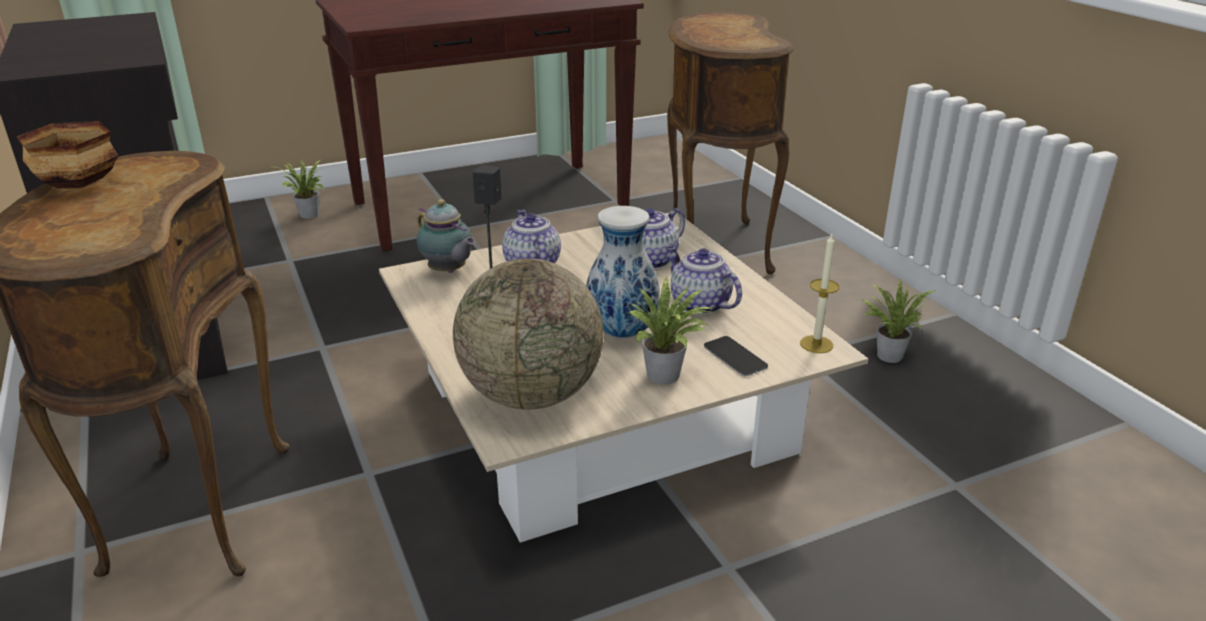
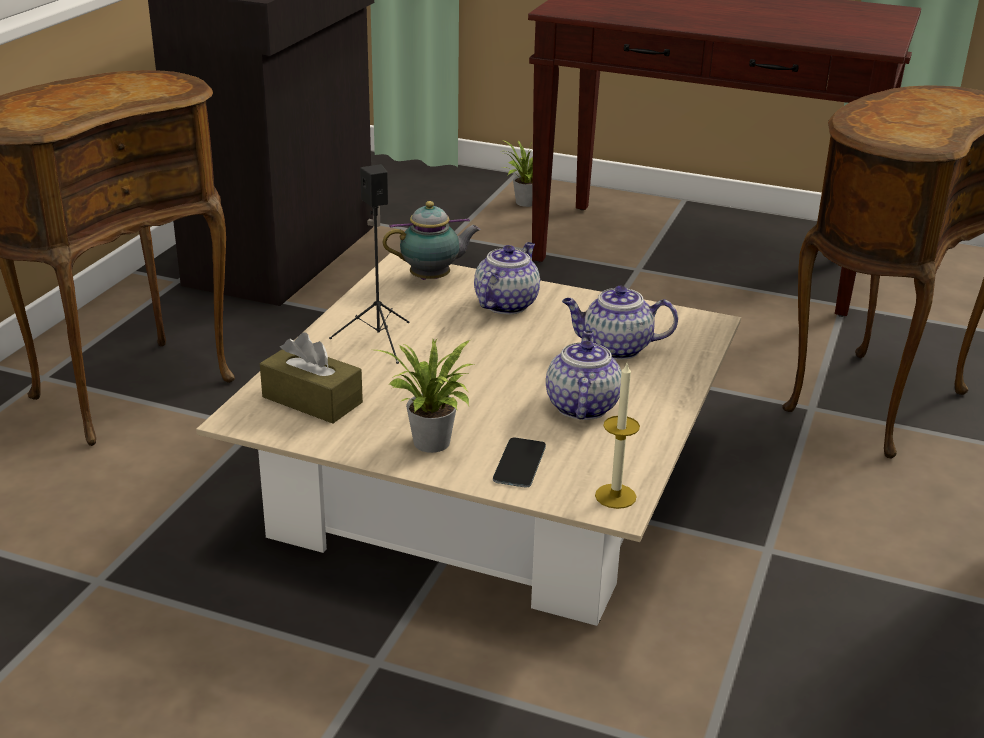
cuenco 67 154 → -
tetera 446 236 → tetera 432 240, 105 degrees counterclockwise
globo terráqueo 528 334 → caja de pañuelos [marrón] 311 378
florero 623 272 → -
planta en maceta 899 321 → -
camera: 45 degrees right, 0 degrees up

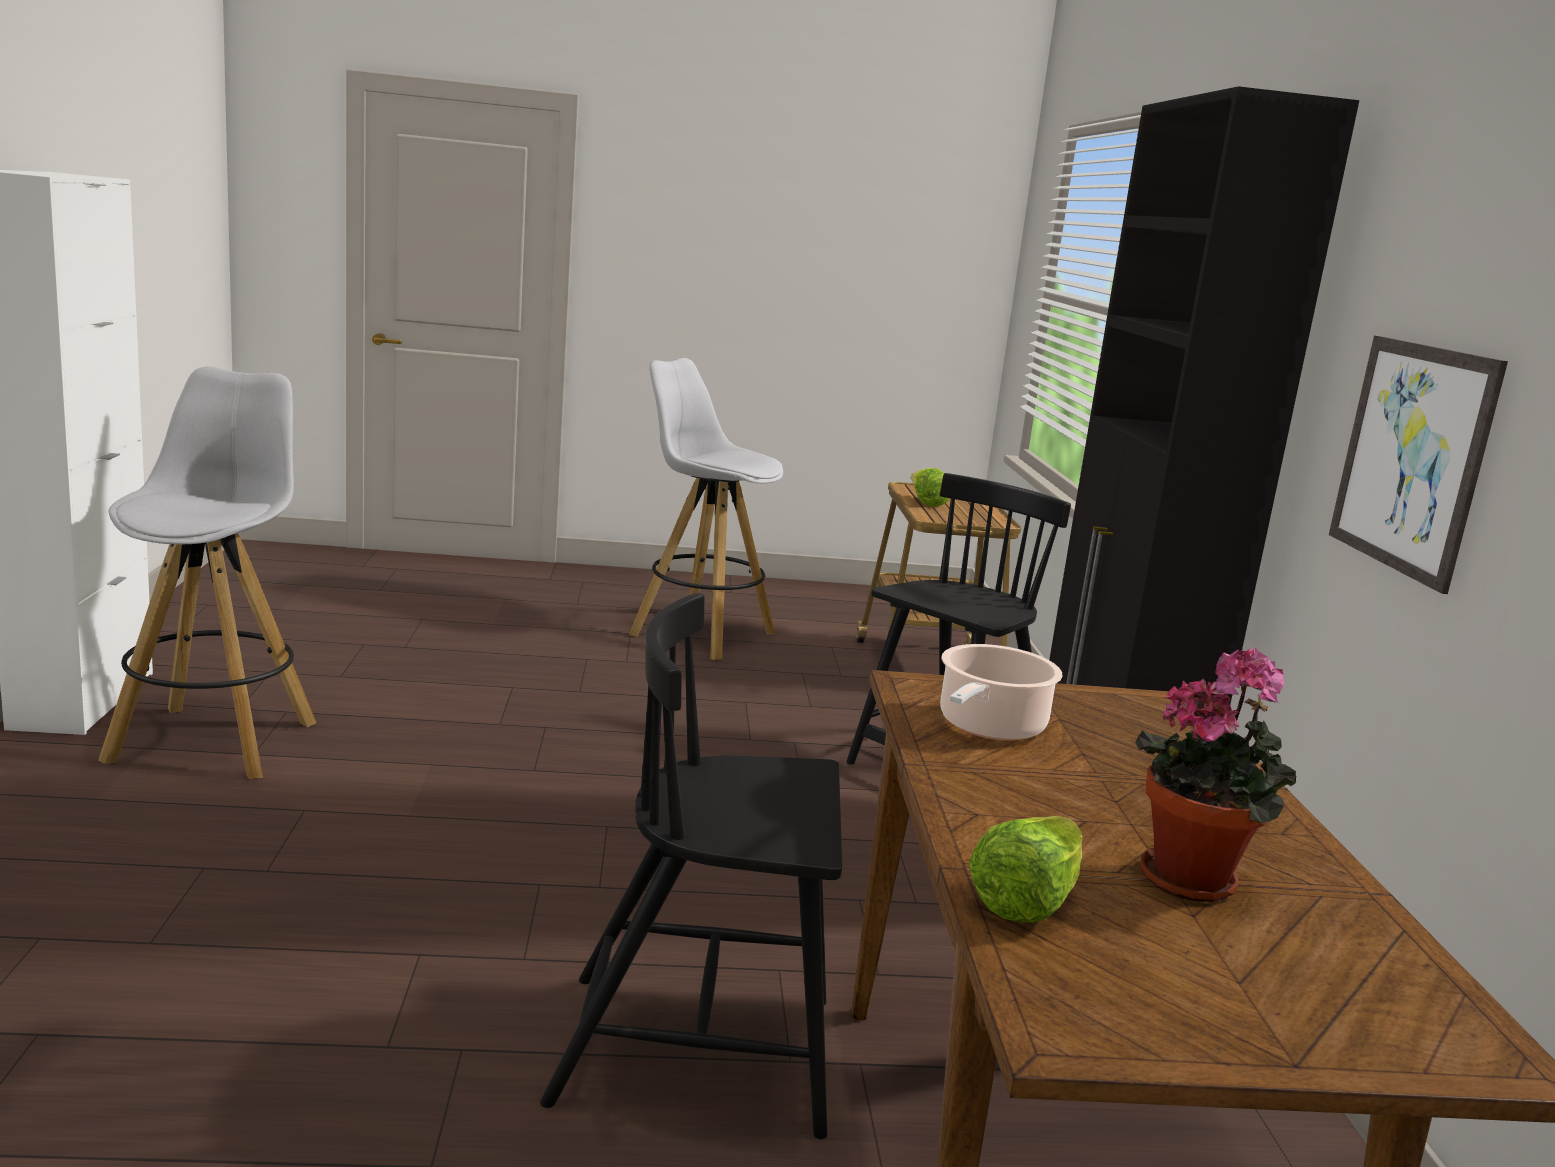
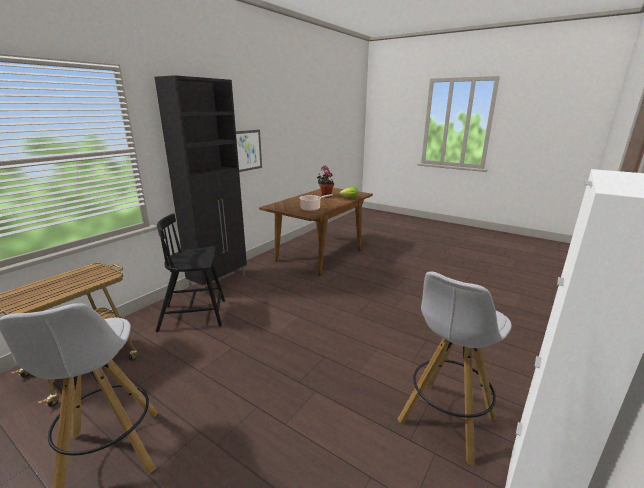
silla [negro] 691 866 → -
lechuga 930 487 → -
camera: 140 degrees left, 5 degrees up

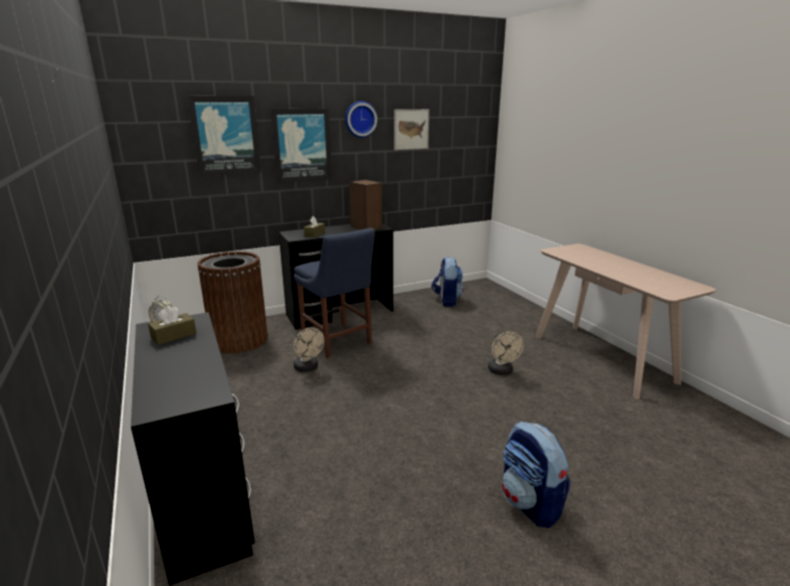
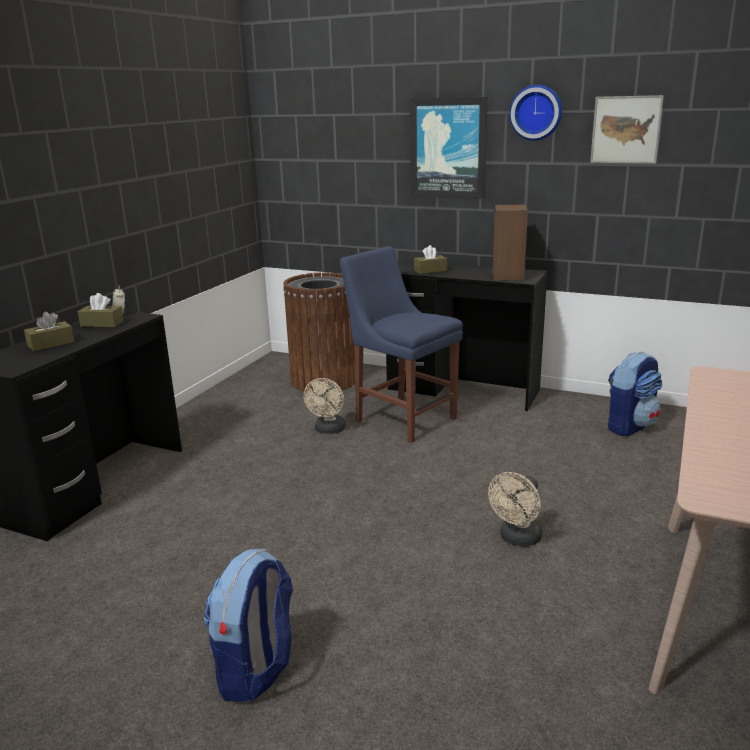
cuadro 224 136 → -
silla [azul] 334 293 → silla [azul] 401 344, 120 degrees clockwise
- → caja de pañuelos [marrón] 49 331
camera: 50 degrees right, 0 degrees up

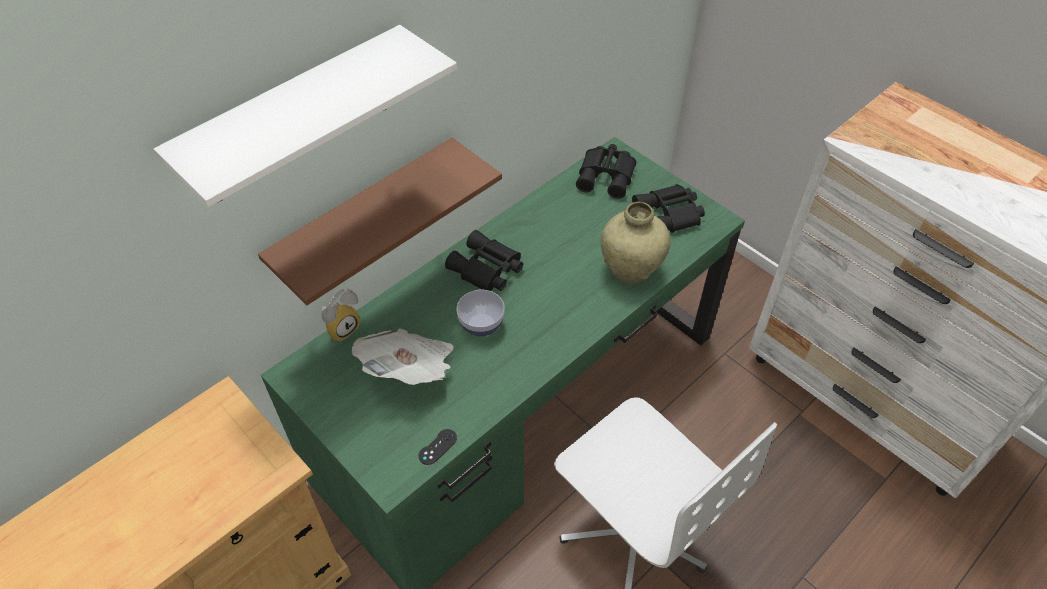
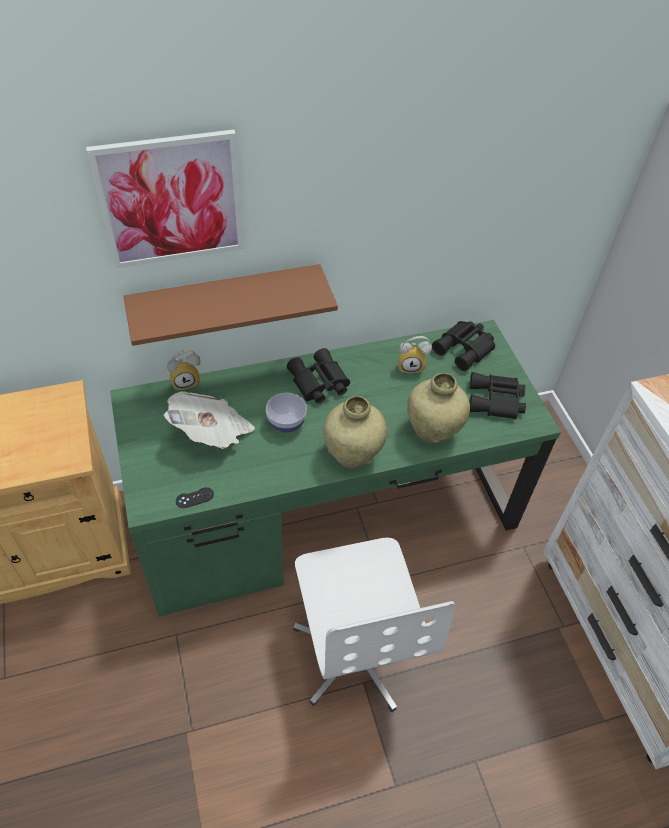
estante [blanco] 305 116 → cuadro 165 199
- → florero [beis] 355 432
- → despertador 415 355
camera: 25 degrees right, 0 degrees up

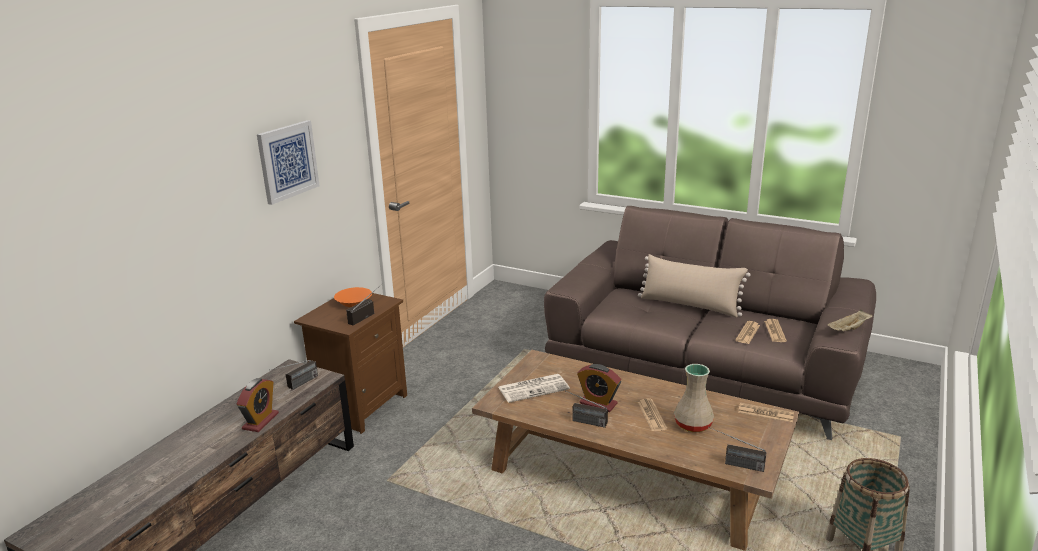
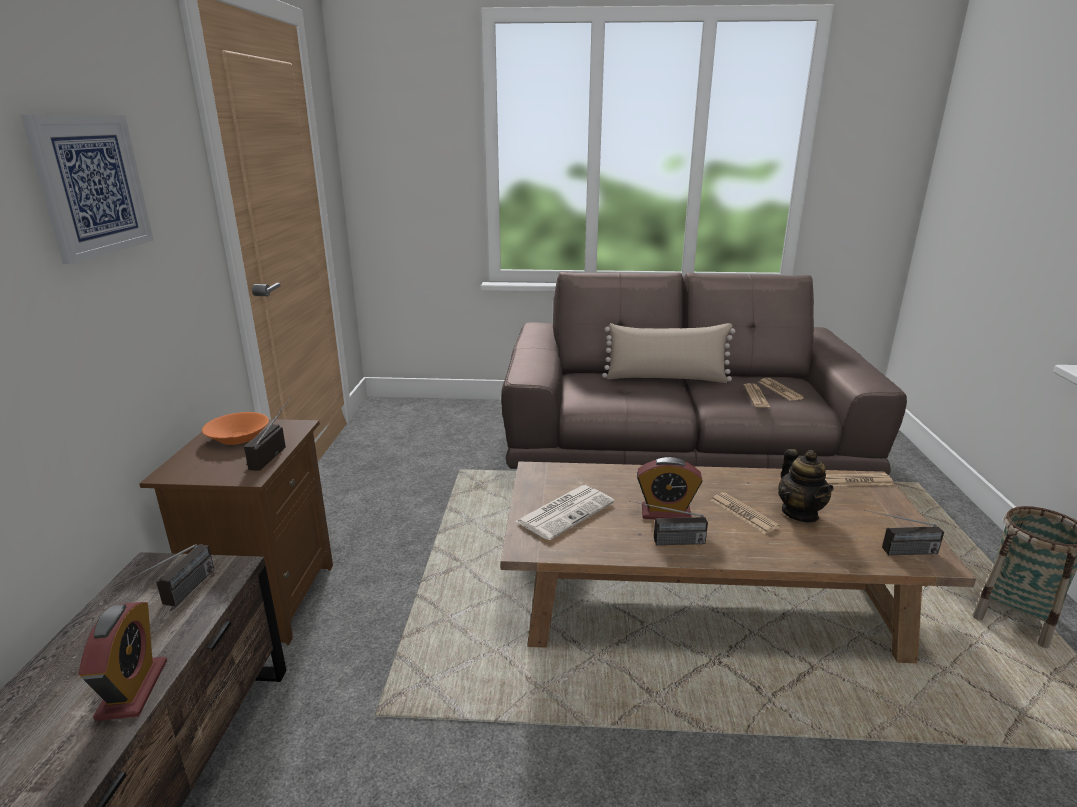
florero [beis] 694 398 → tetera 806 485
bandeja [beis] 849 320 → -
camera: 25 degrees left, 0 degrees up

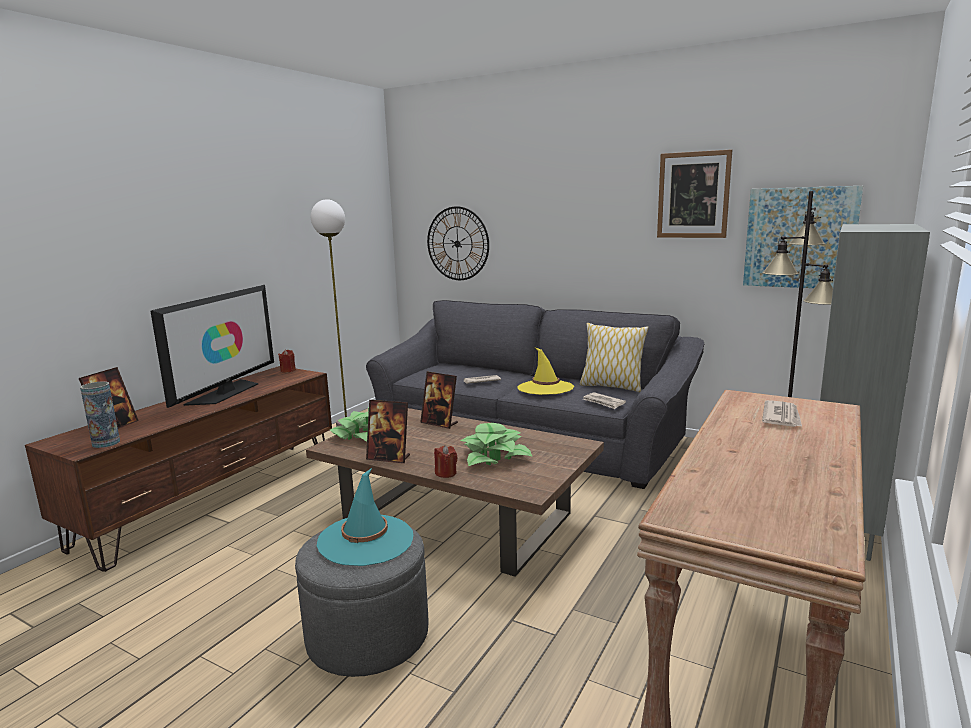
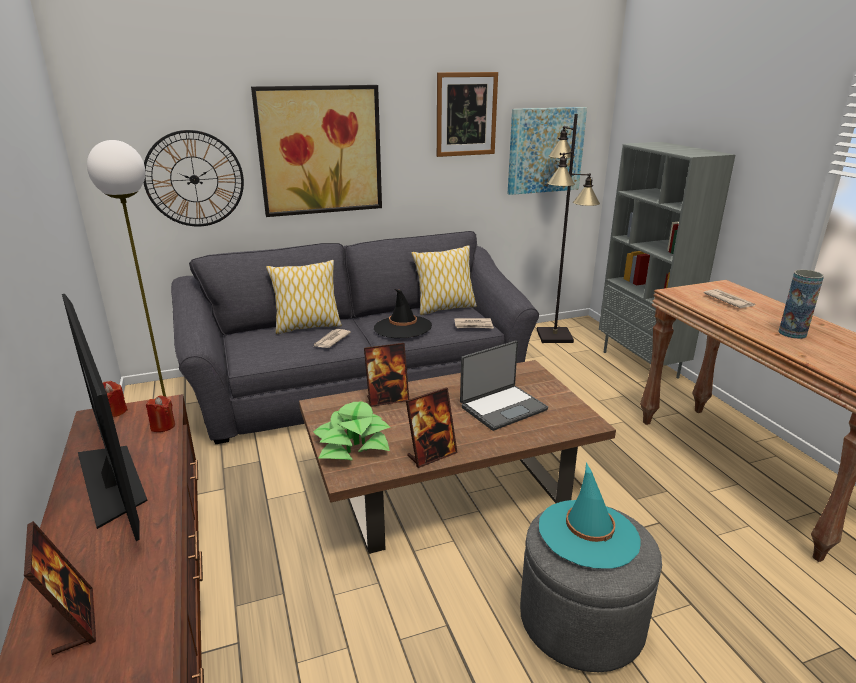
florero 100 414 → florero 801 304, relocated
vela [rojo] 446 461 → vela [rojo] 160 414, relocated
planta en maceta 497 444 → portátil 504 386
sombrero [amarillo] 545 371 → sombrero [negro] 403 313
- → cuadro 316 151
- → cojín 304 297
camera: 50 degrees left, 10 degrees up

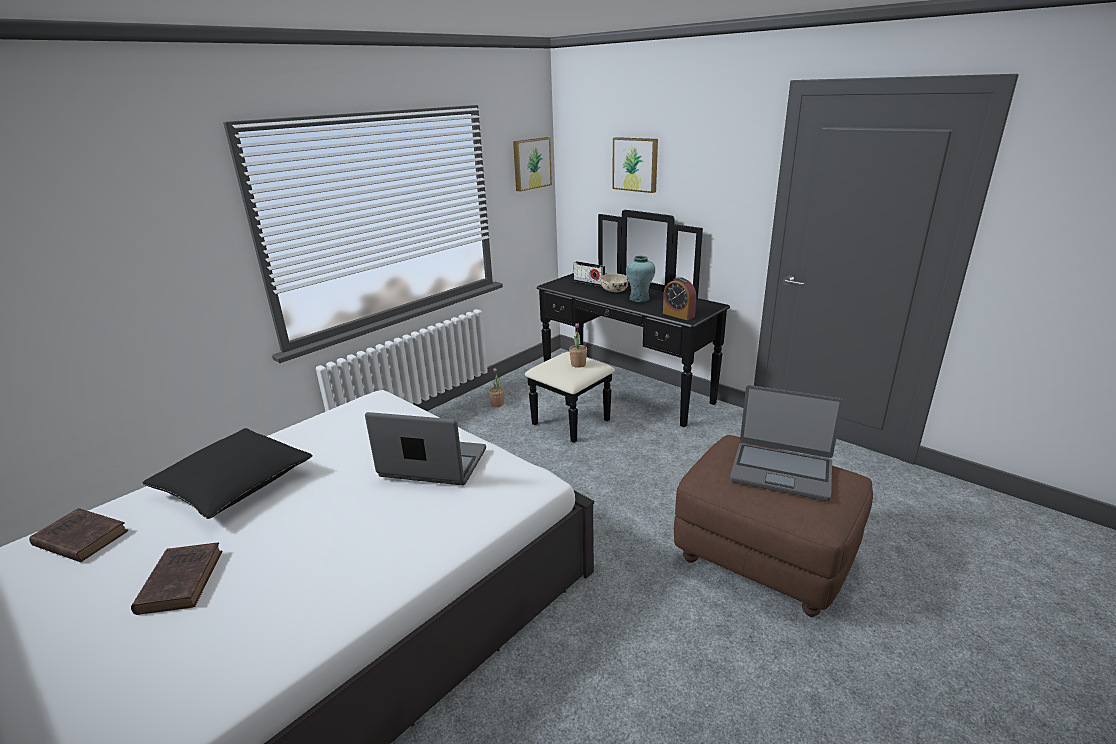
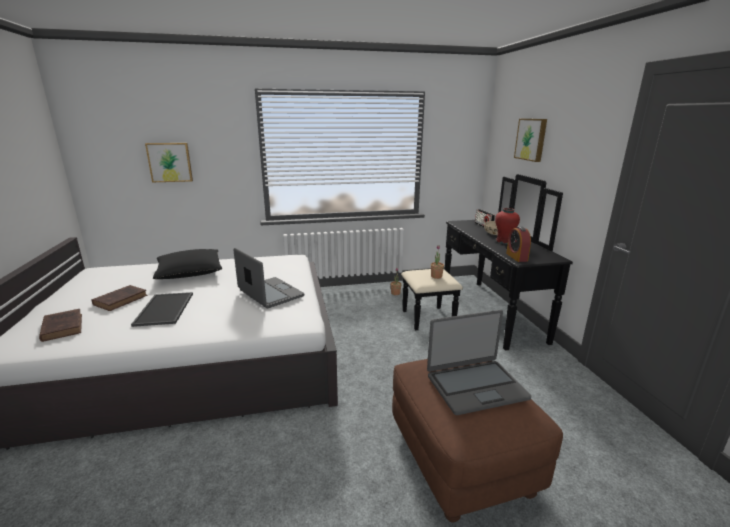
libro [marrón] 78 535 → libro [marrón] 60 325, relocated
cuadro 532 164 → cuadro 169 162, relocated
florero [turquesa] 640 279 → florero [rojo] 507 226
portátil 786 443 → portátil 479 362, 75 degrees counterclockwise
- → bandeja 162 309
camera: 35 degrees right, 5 degrees down

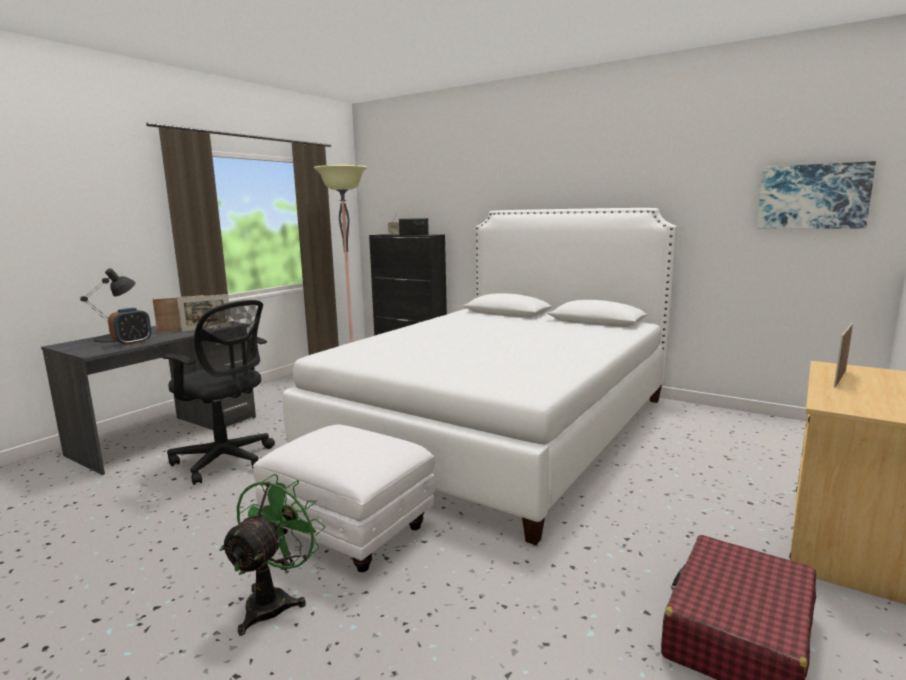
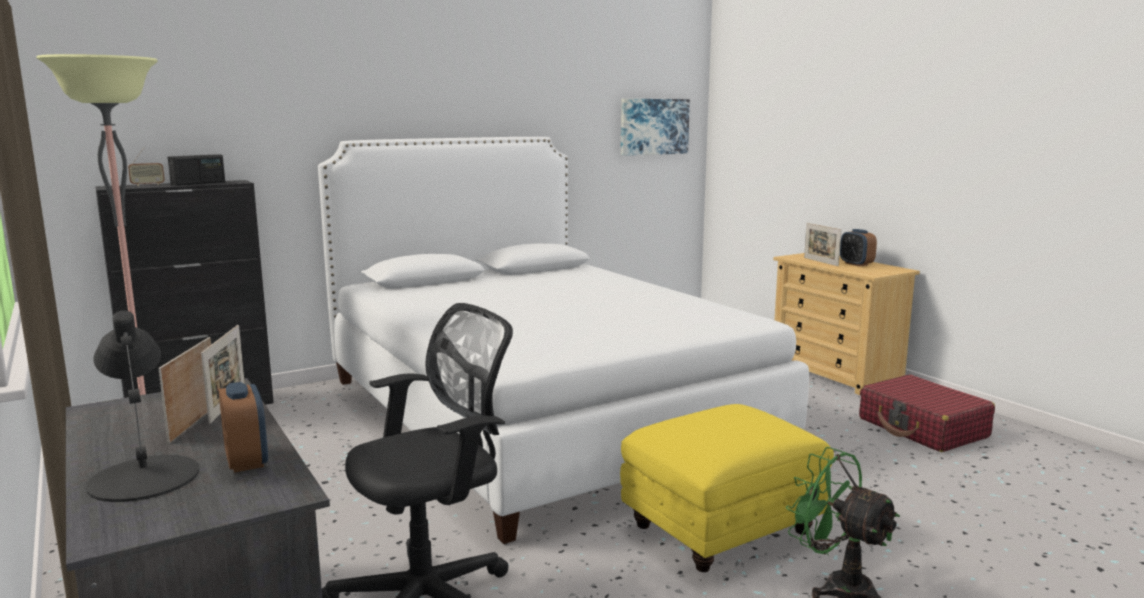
puf [blanco] 344 498 → puf [amarillo] 727 488
- → despertador 858 247
camera: 65 degrees left, 0 degrees up

